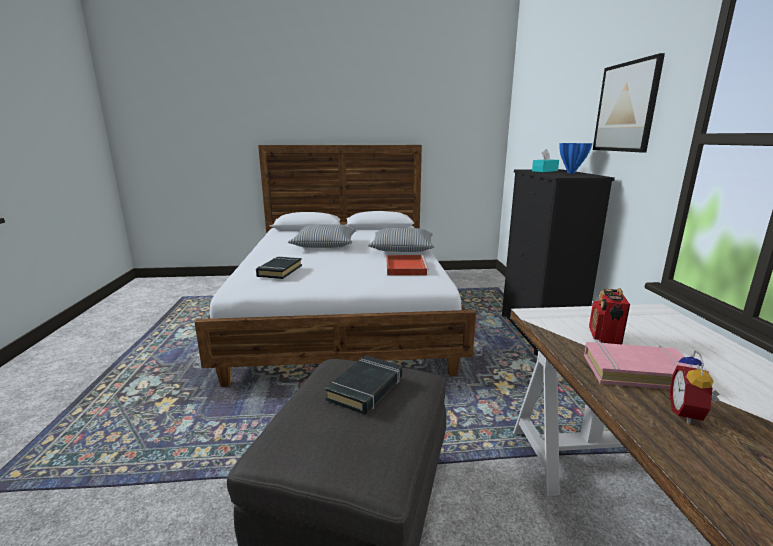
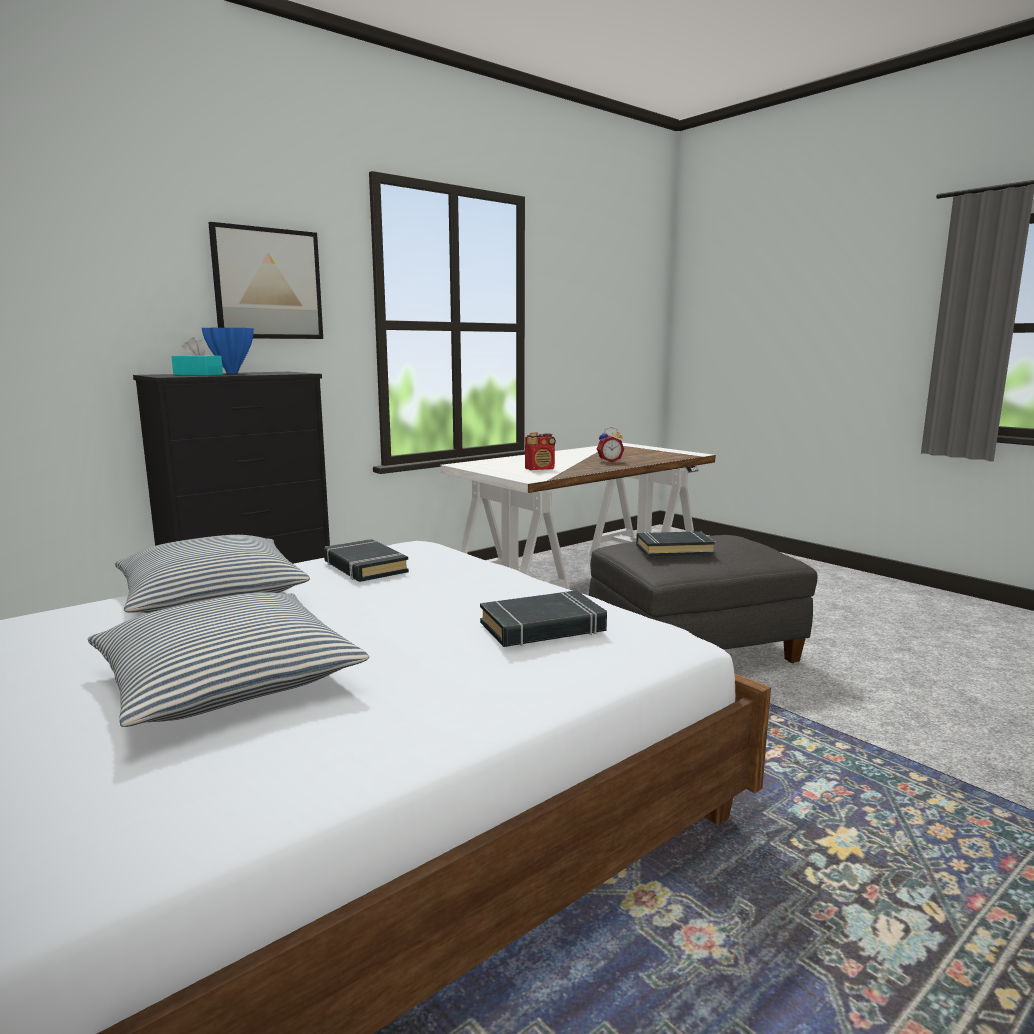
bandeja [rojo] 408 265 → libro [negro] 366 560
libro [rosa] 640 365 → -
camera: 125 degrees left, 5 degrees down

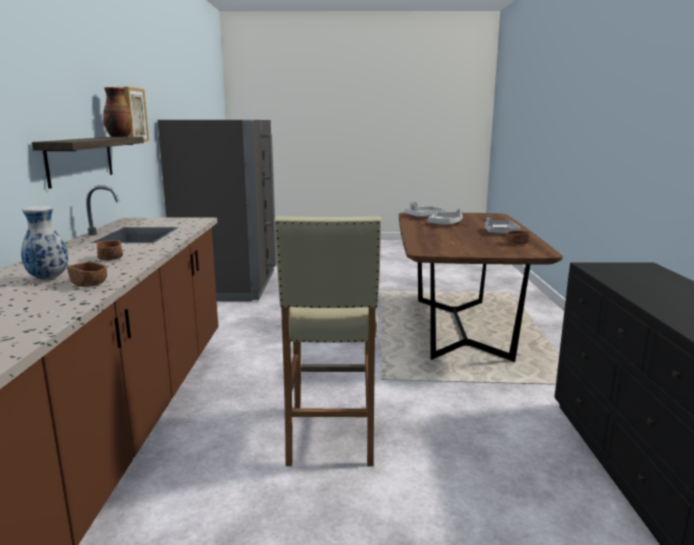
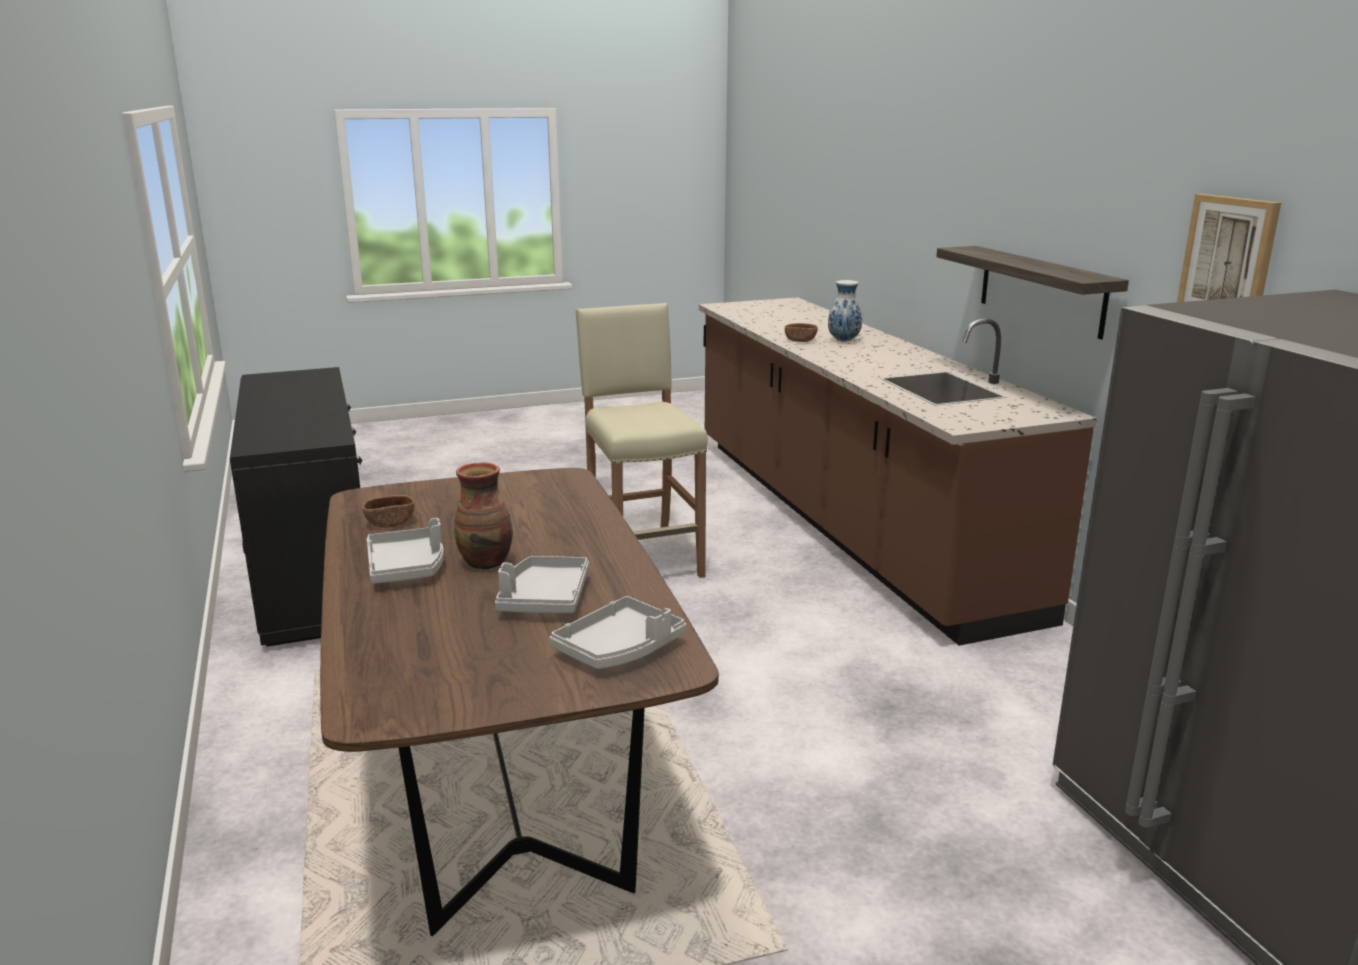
cuenco [marrón] 109 250 → -
florero 117 112 → florero 483 516, relocated
camera: 160 degrees right, 5 degrees up

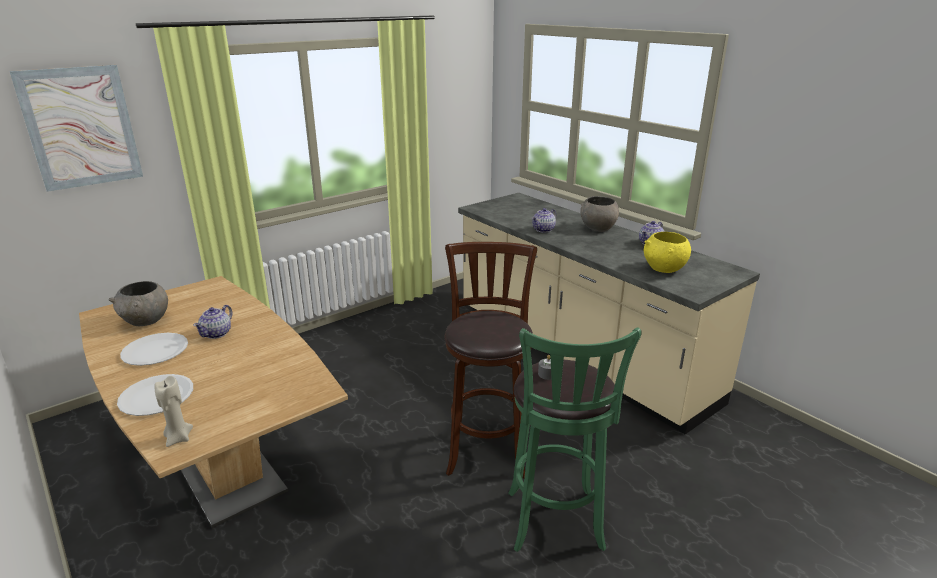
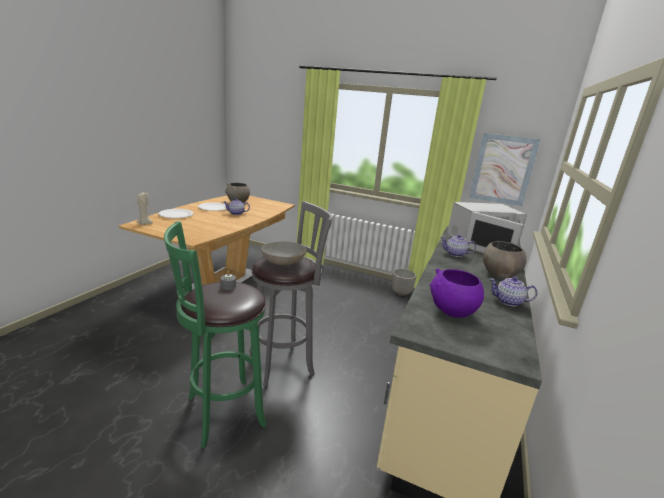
cuadro 76 128 → cuadro 504 169, relocated
taburete [marrón] 491 360 → taburete [gris] 291 294
cuenco [amarillo] 667 252 → cuenco [morado] 456 293
- → cuenco [gris] 283 253
- → maceta 404 282
- → microondas [blanco] 487 227
camera: 60 degrees right, 5 degrees down

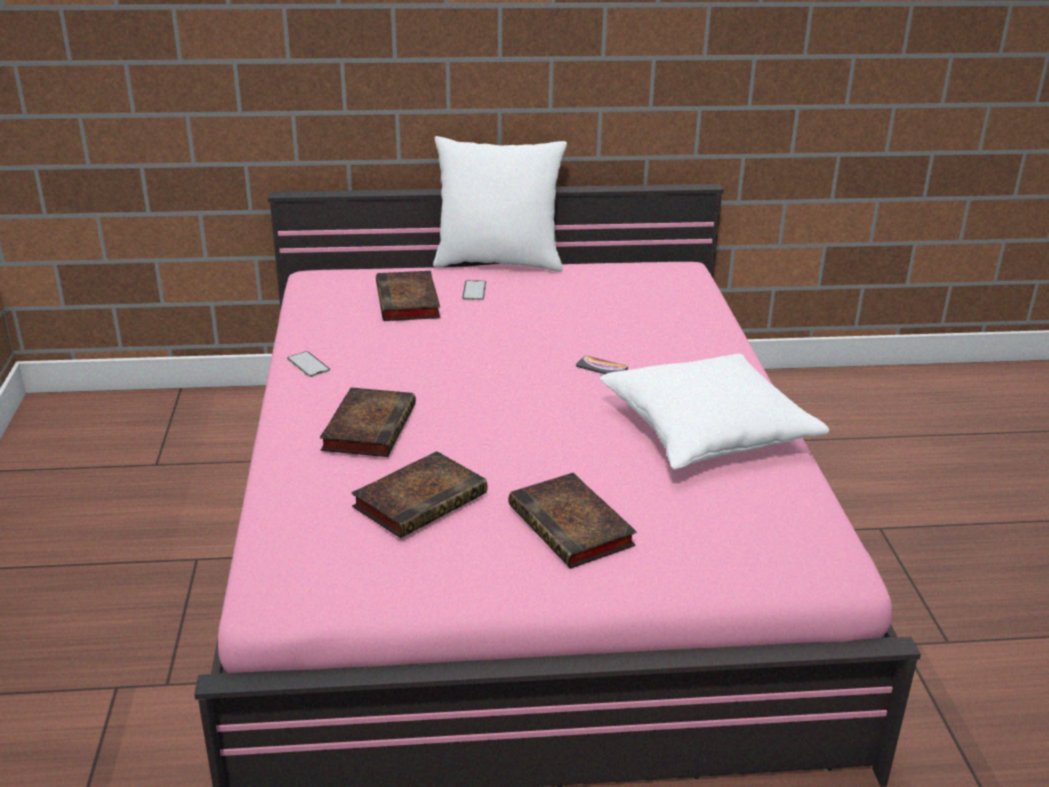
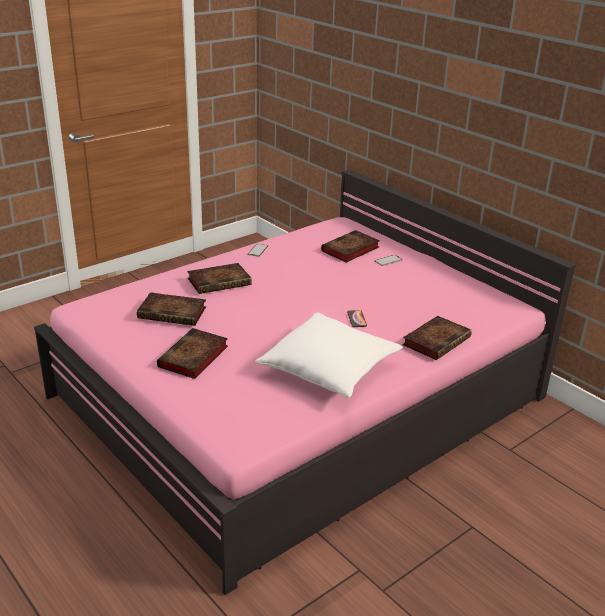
cojín [blanco] 500 204 → -
- → libro 437 338
camera: 55 degrees right, 0 degrees up

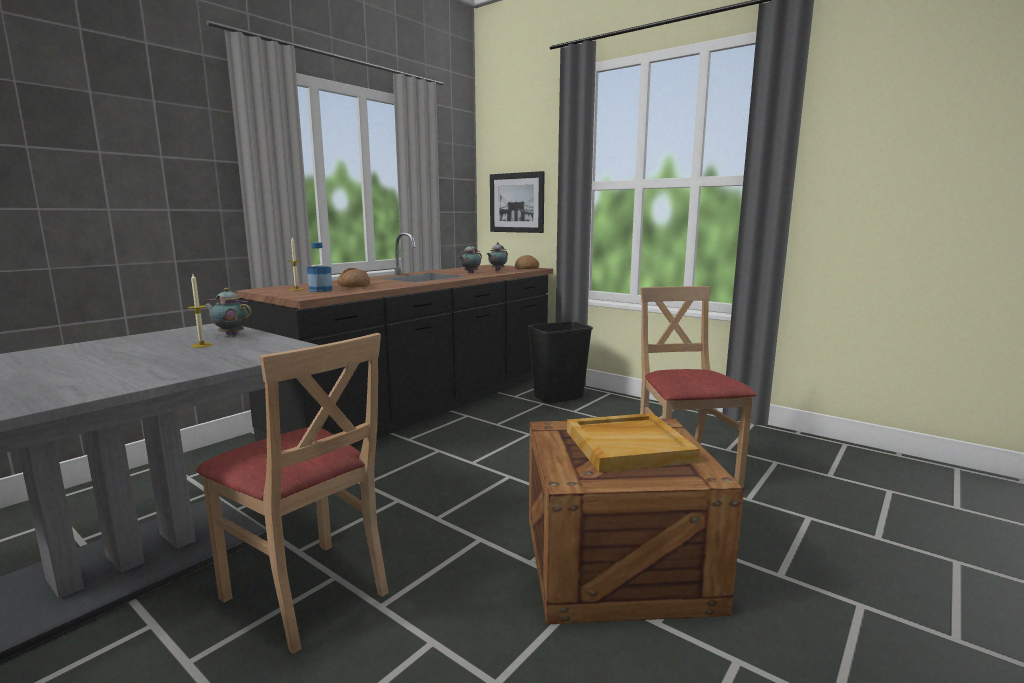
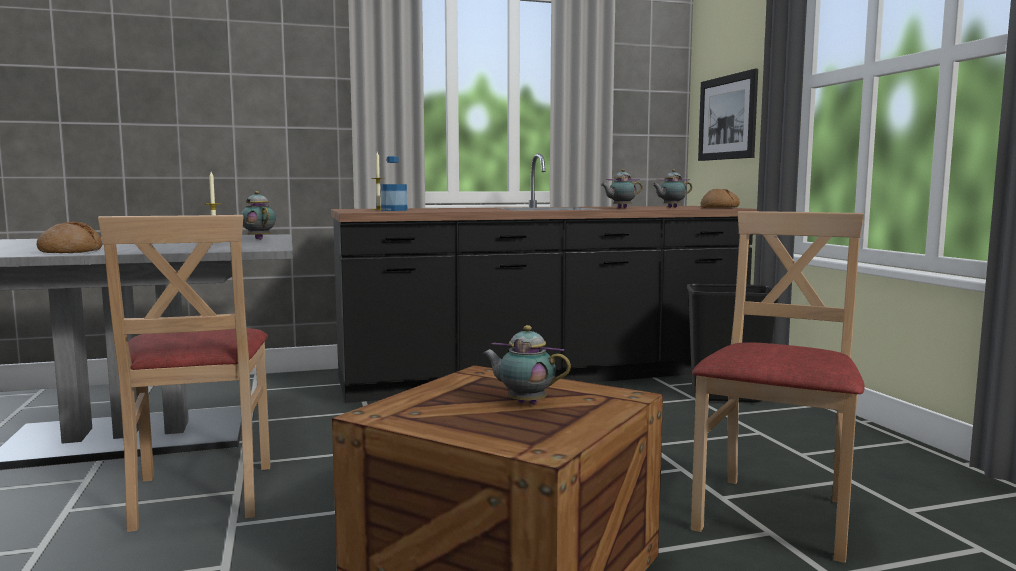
pan 353 277 → pan 70 237, relocated
bandeja [beis] 633 443 → tetera 527 365
camera: 35 degrees right, 5 degrees down

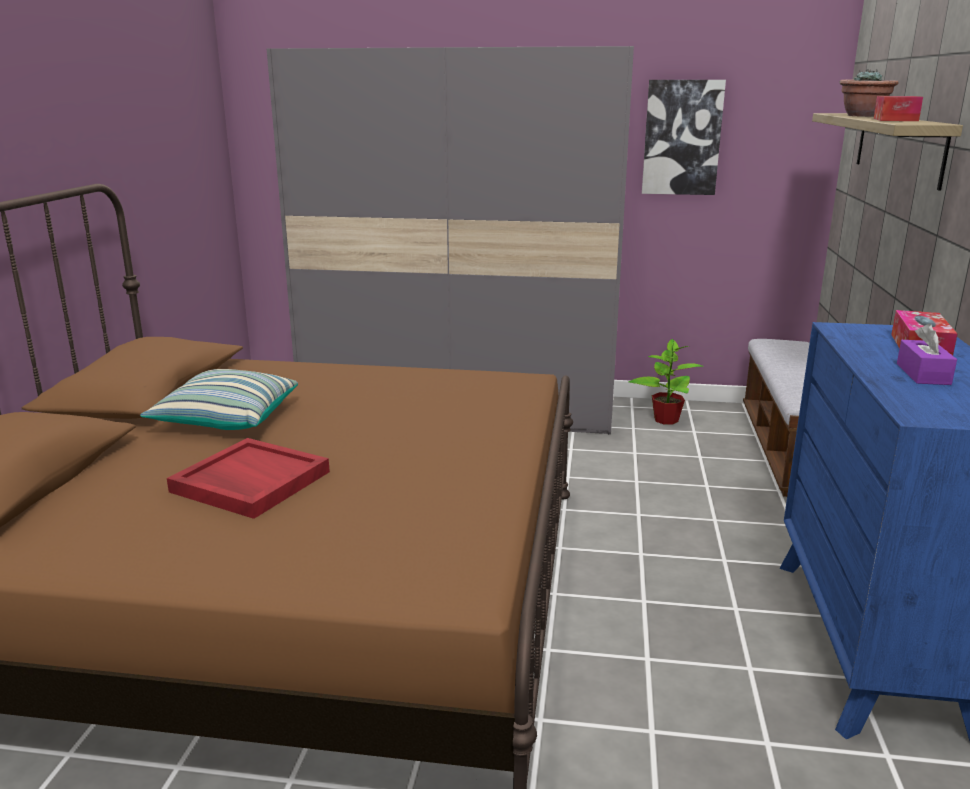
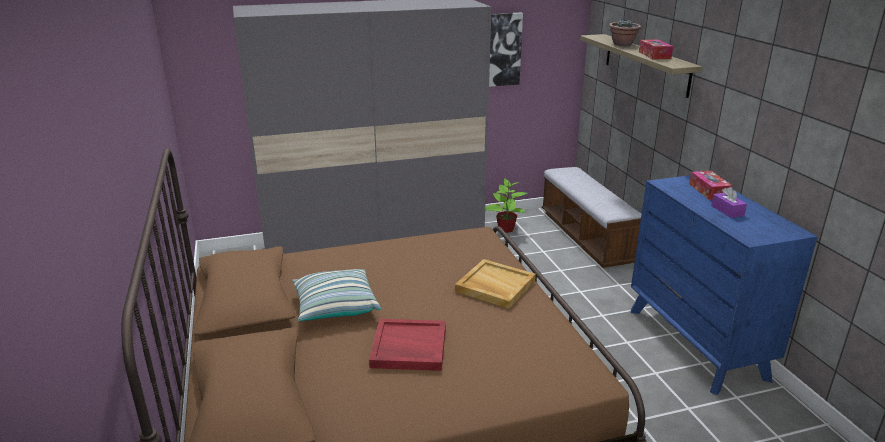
- → bandeja [beis] 495 284
camera: 25 degrees left, 5 degrees up

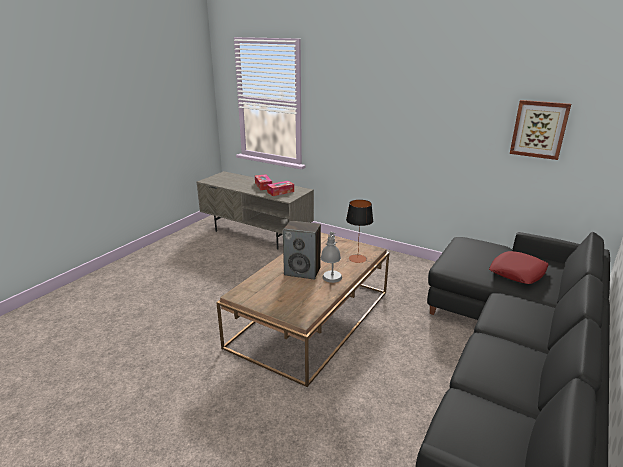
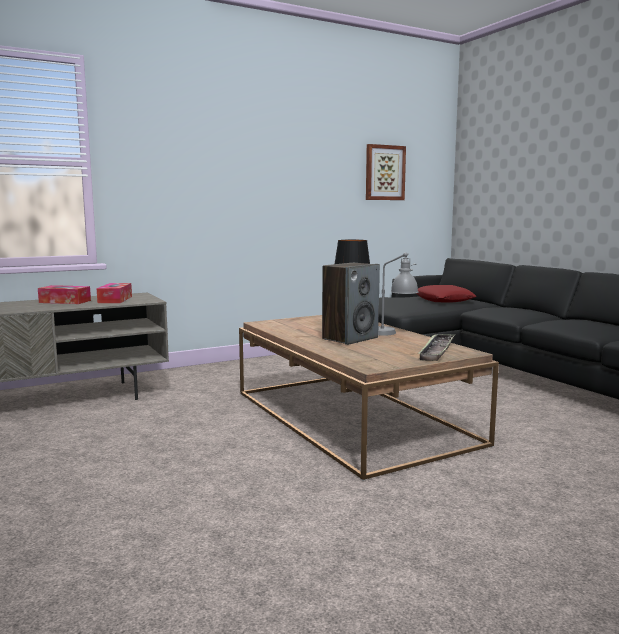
- → bandeja 436 347
camera: 60 degrees left, 15 degrees down

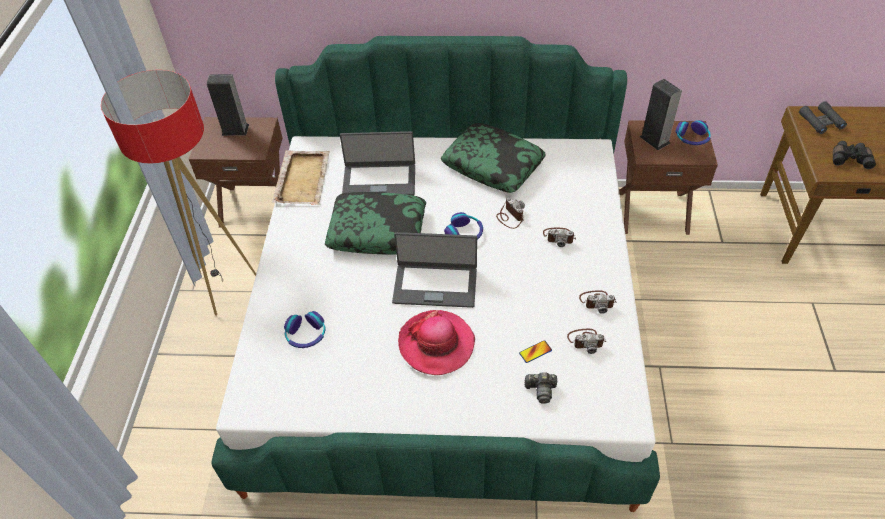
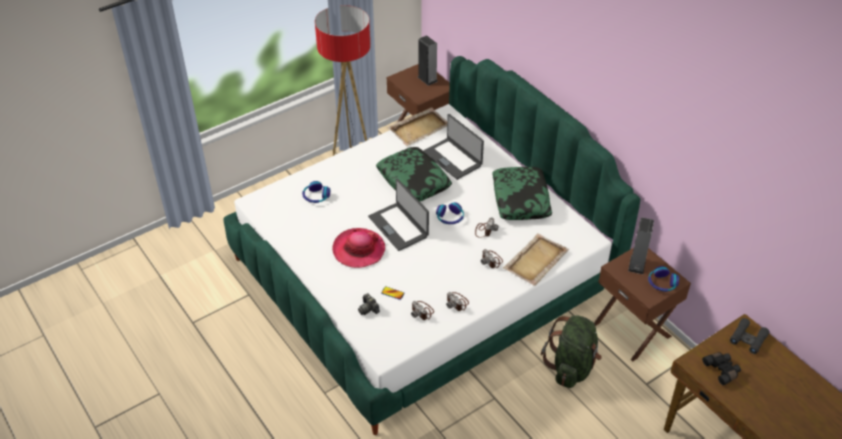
- → bandeja [beis] 536 259
- → mochila [verde] 571 352
camera: 50 degrees right, 5 degrees down

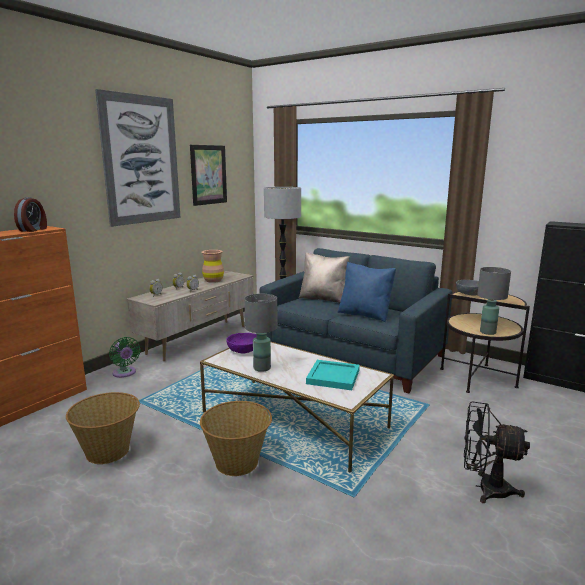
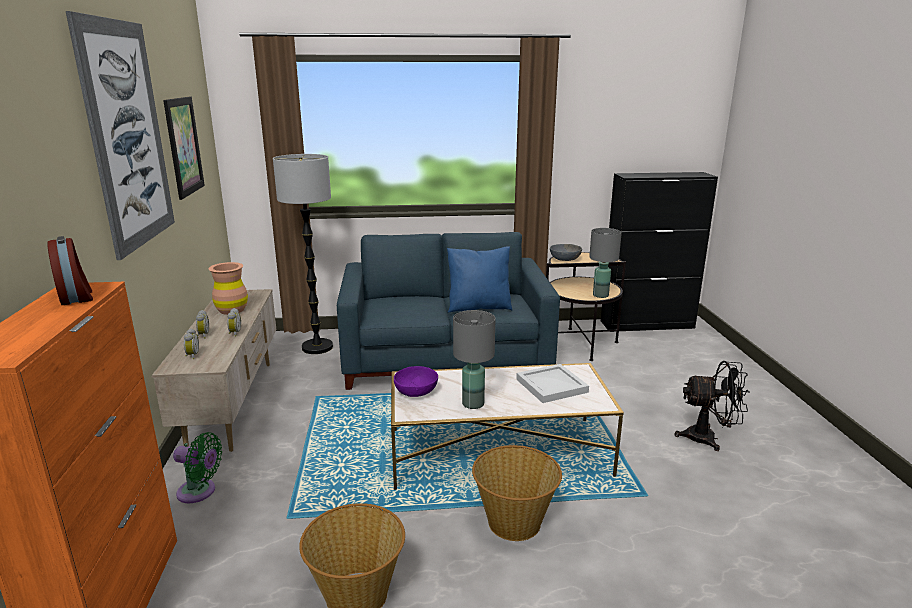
cojín [beis] 324 277 → -
bandeja [turquesa] 333 375 → bandeja [blanco] 552 383
ventilador [negro] 497 452 → ventilador [negro] 712 406, 150 degrees counterclockwise
camera: 40 degrees left, 5 degrees up

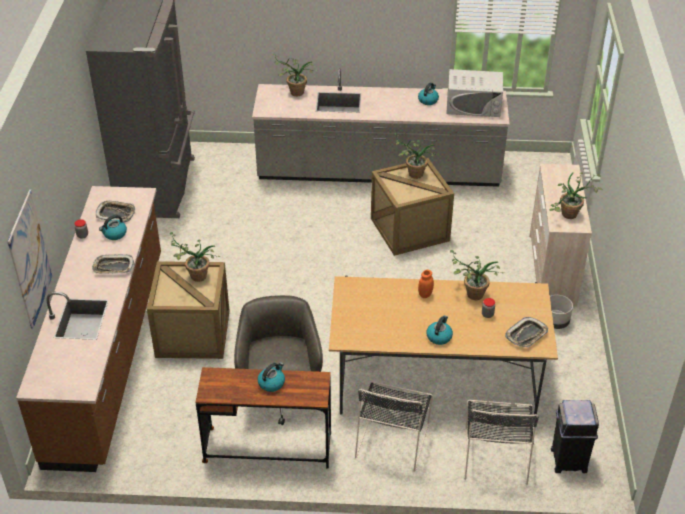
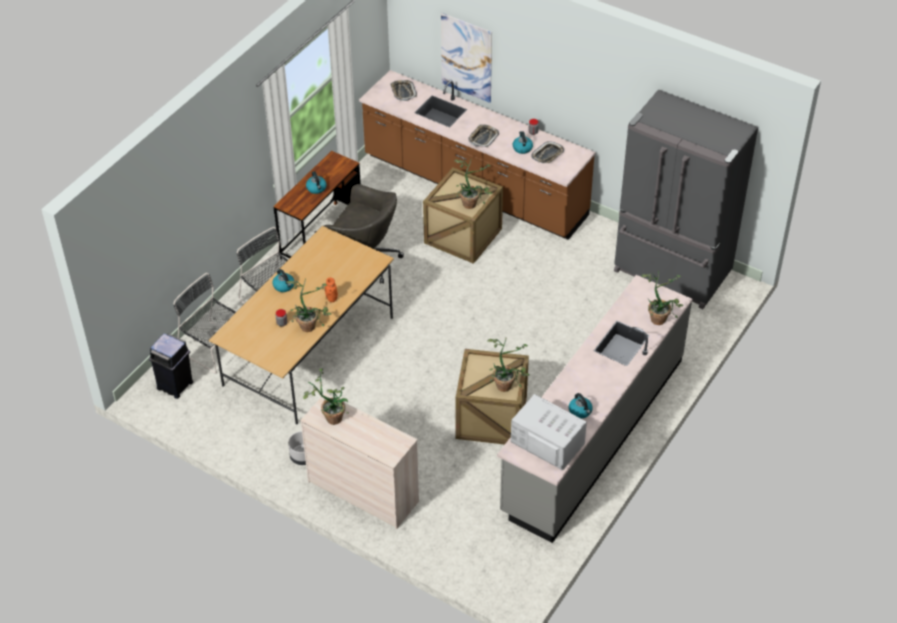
microondas [blanco] 474 93 → microondas [blanco] 549 432, 90 degrees clockwise
bandeja 526 332 → bandeja 403 90, relocated
camera: 120 degrees right, 5 degrees up

